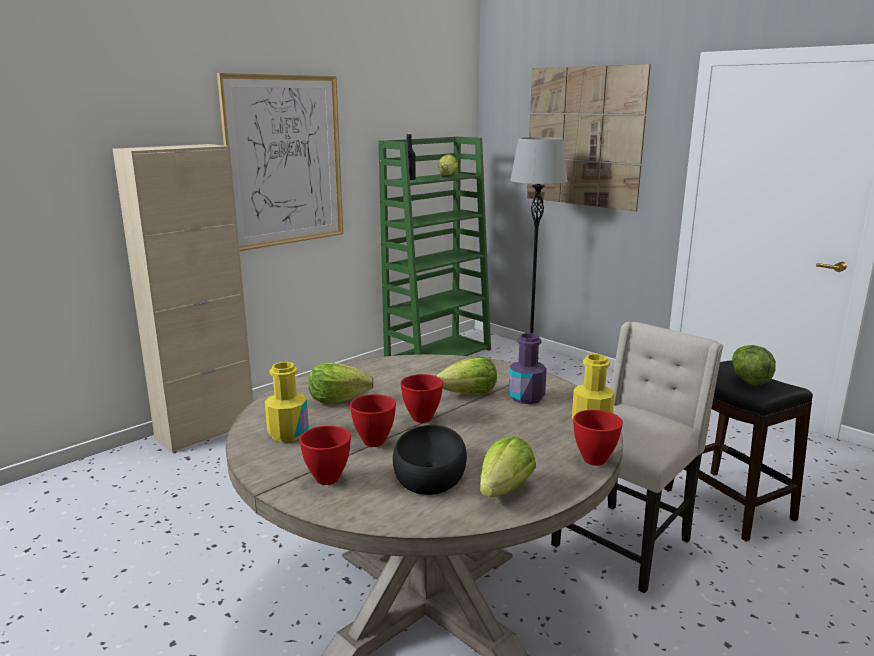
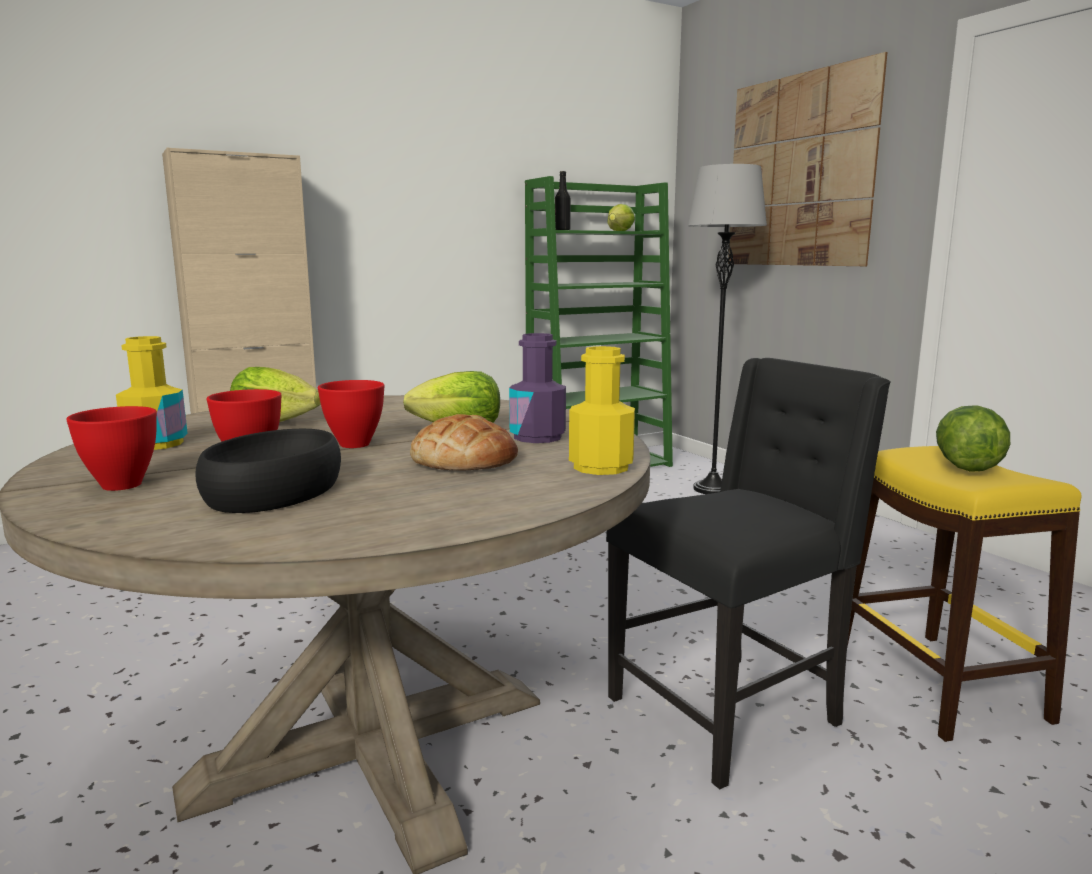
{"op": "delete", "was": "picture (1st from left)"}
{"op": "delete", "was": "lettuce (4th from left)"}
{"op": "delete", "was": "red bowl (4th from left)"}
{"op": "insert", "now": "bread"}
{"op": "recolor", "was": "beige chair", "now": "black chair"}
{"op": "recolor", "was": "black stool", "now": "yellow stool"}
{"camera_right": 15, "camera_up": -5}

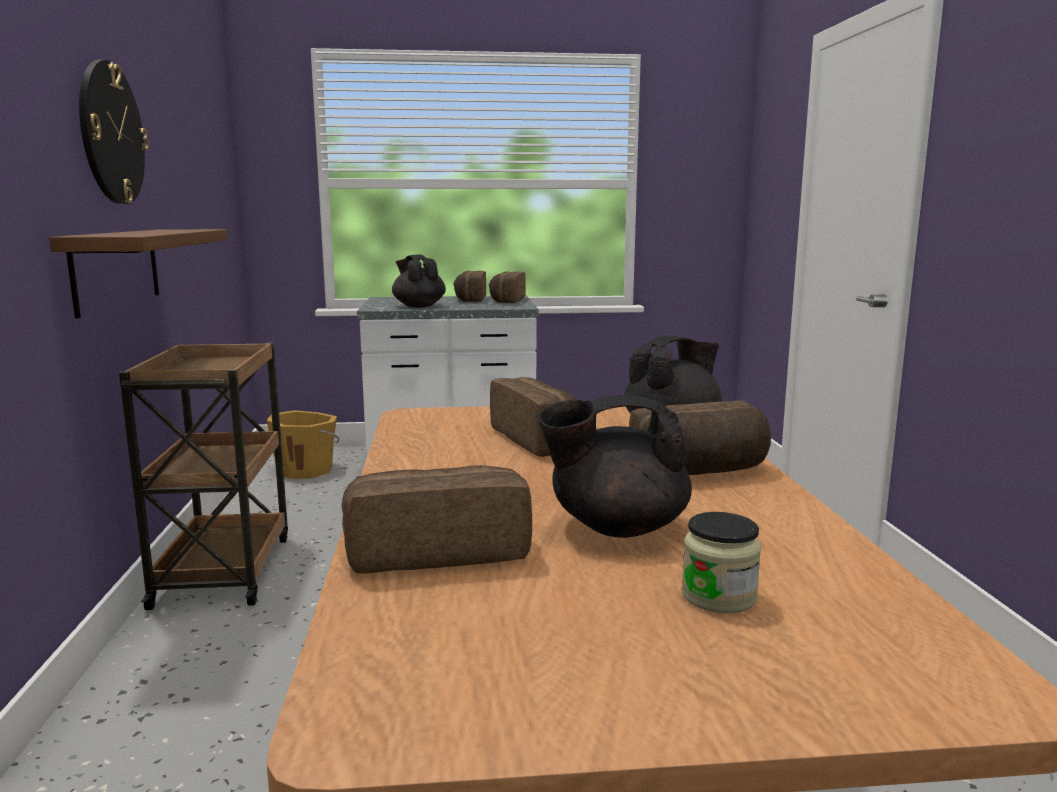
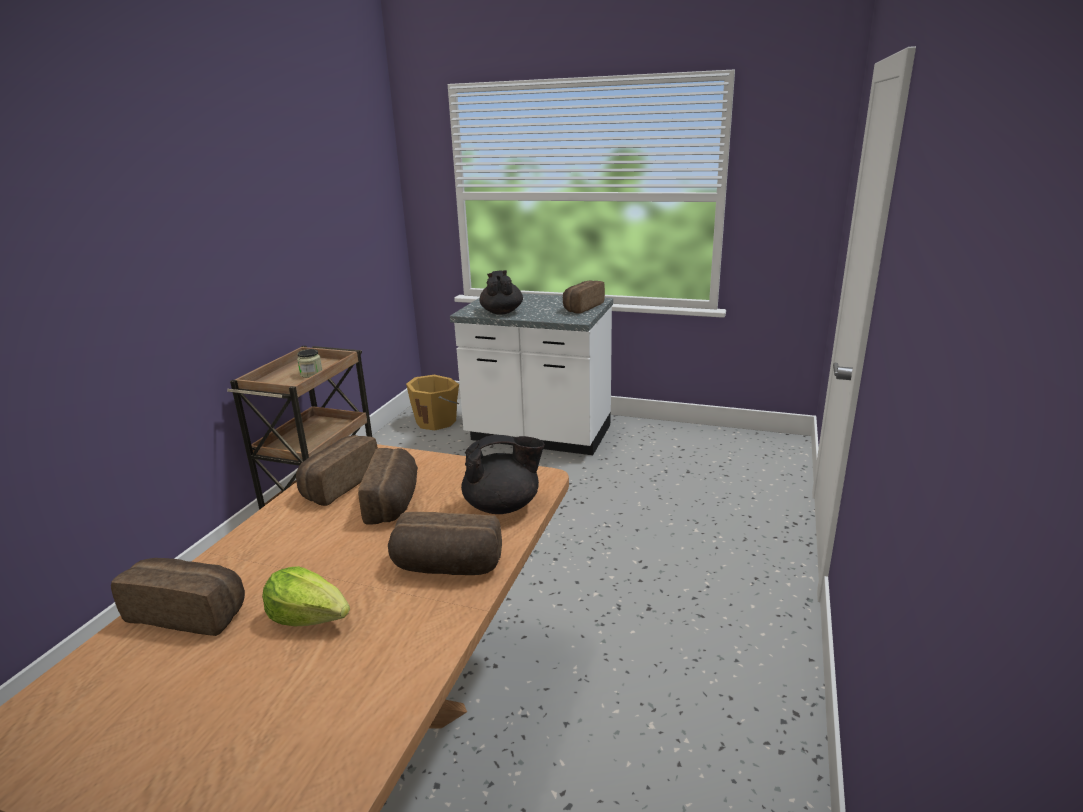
{"op": "delete", "was": "brown shelf"}
{"op": "delete", "was": "wall clock"}
{"op": "move", "was": "bread (2nd from left)"}
{"op": "move", "was": "jar"}
{"op": "replace", "was": "black teapot (2nd from left)", "now": "lettuce"}
{"camera_right": 25, "camera_up": 10}

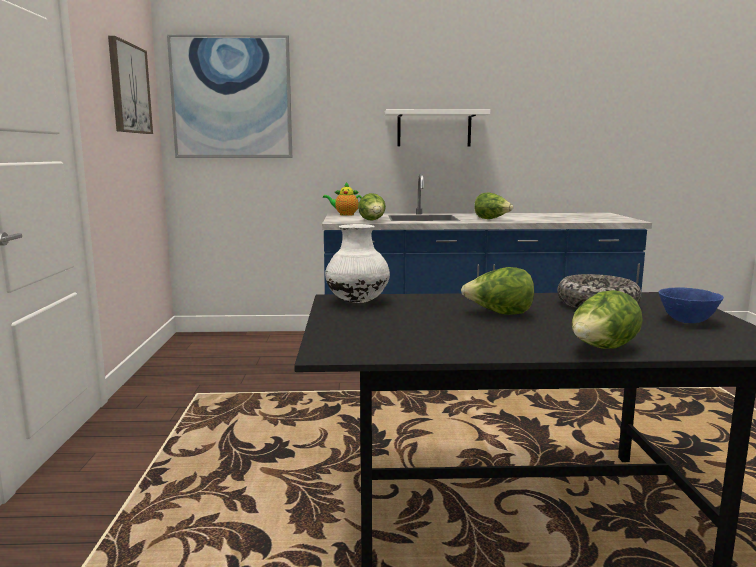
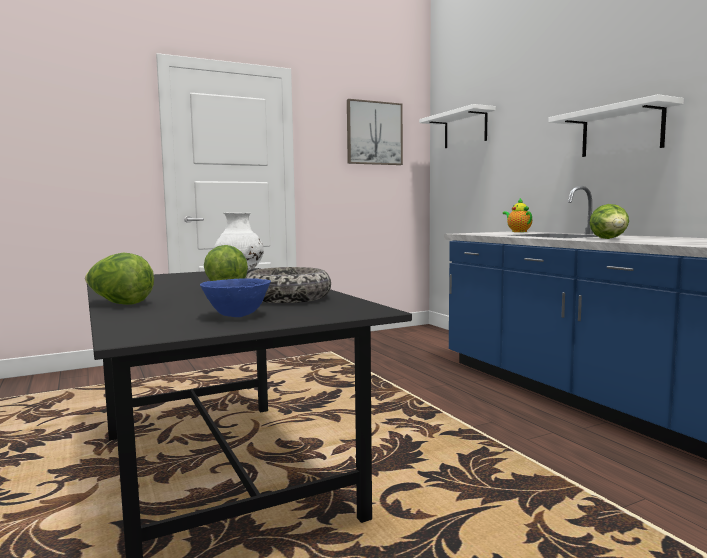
{"op": "delete", "was": "lettuce (1st from left)"}
{"op": "replace", "was": "picture (2nd from left)", "now": "white shelf (1st from left)"}
{"camera_right": 65, "camera_up": -5}

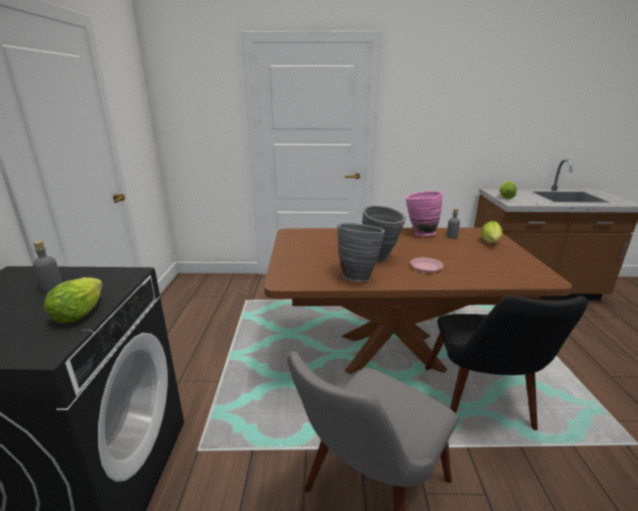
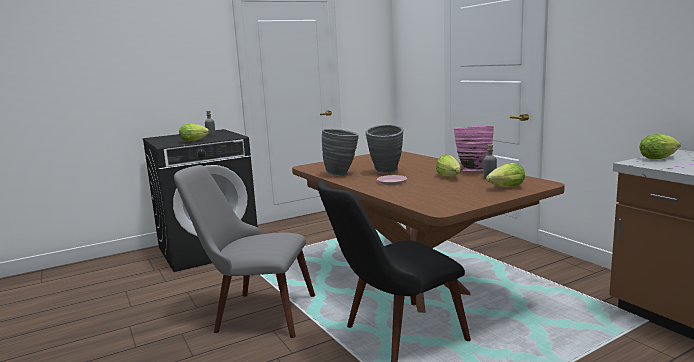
{"op": "insert", "now": "lettuce (2nd from left)"}
{"camera_right": 60, "camera_up": -10}

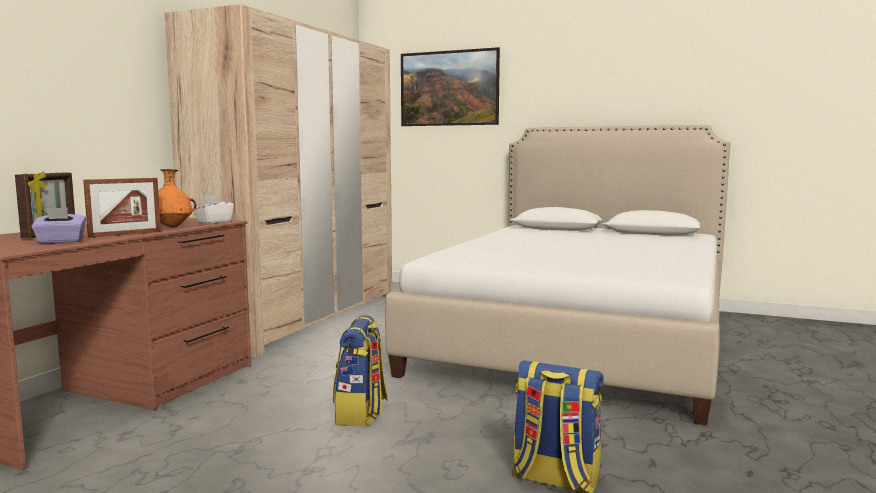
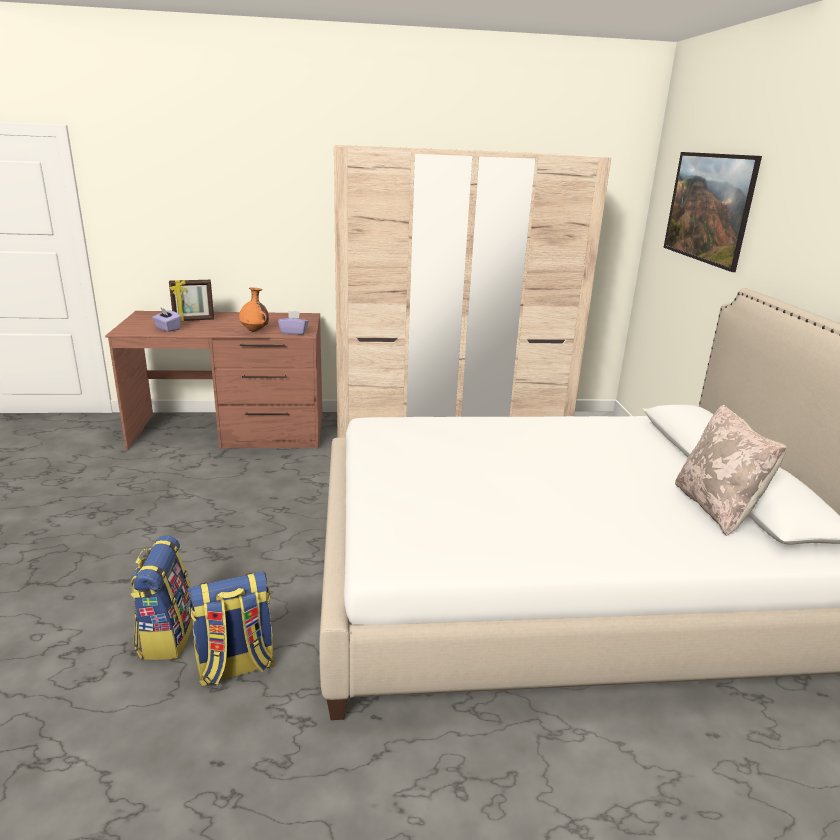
{"op": "delete", "was": "picture frame (2nd from left)"}
{"op": "insert", "now": "beige pillow"}
{"op": "move", "was": "backpack (1st from left in the first image)", "now": "backpack (2nd from left)"}
{"op": "recolor", "was": "white tissue box", "now": "purple tissue box (2nd from left)"}
{"camera_right": 60, "camera_up": 15}

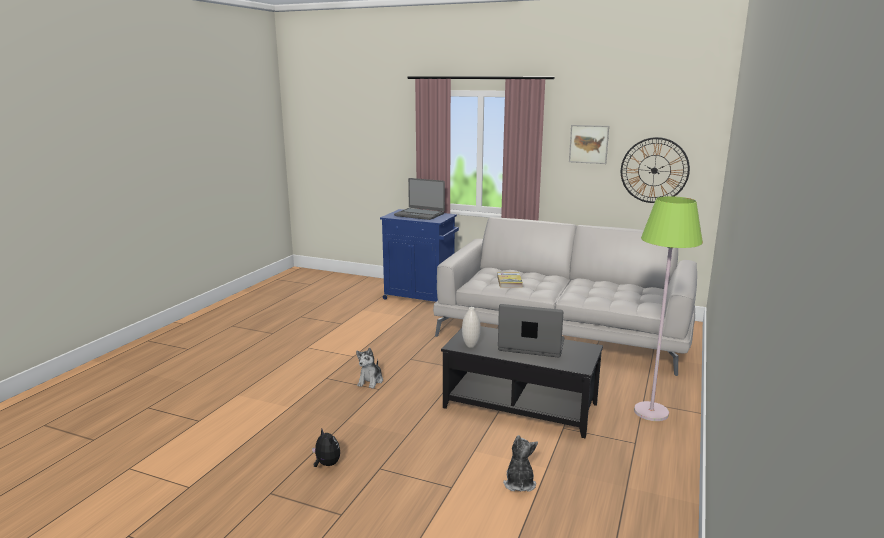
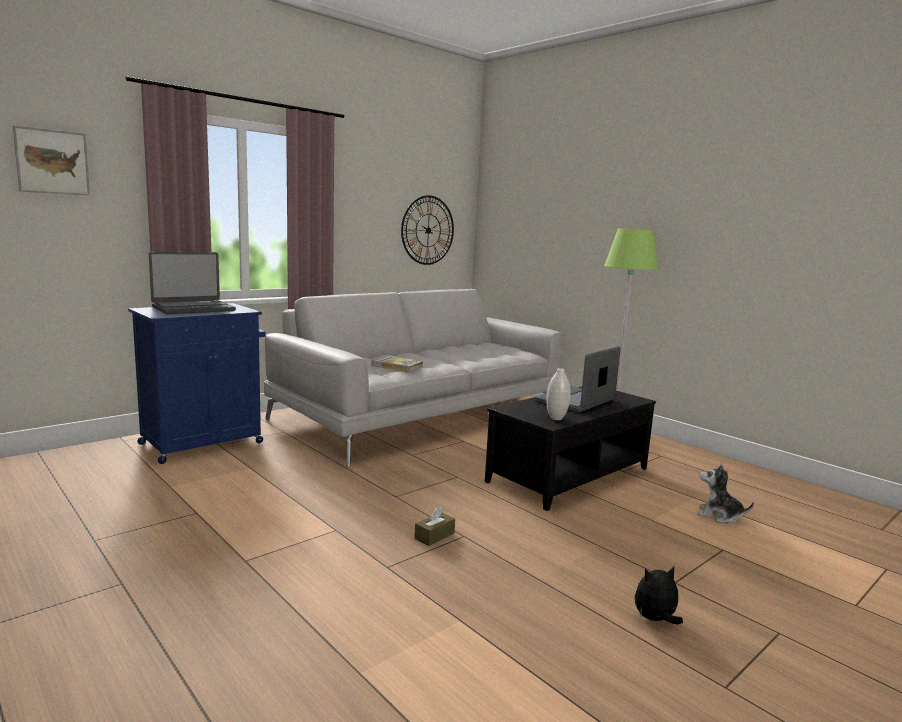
{"op": "move", "was": "picture"}
{"op": "replace", "was": "plush toy (2nd from left)", "now": "brown tissue box"}
{"camera_right": -65, "camera_up": -5}

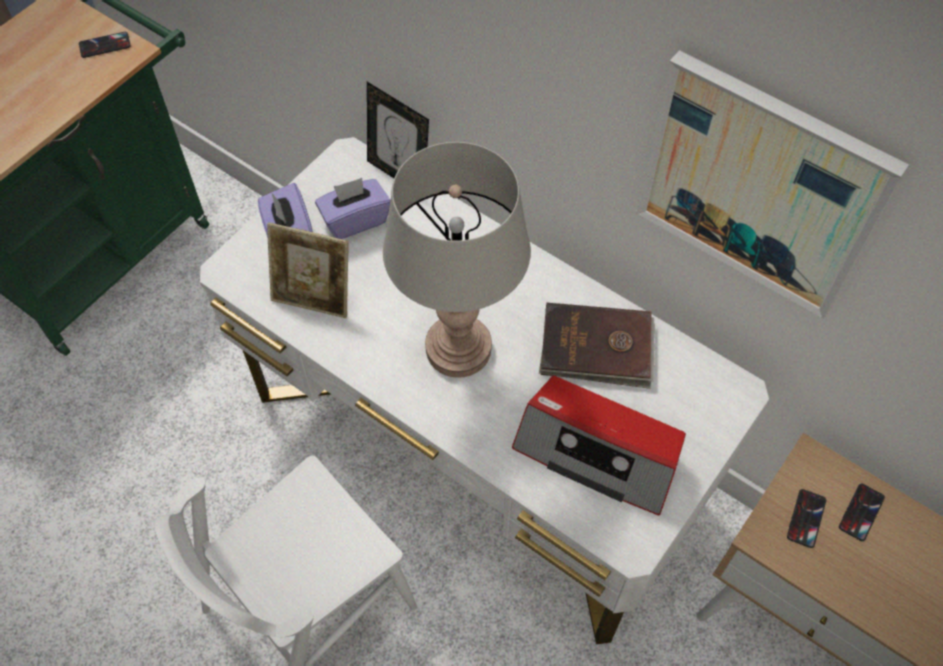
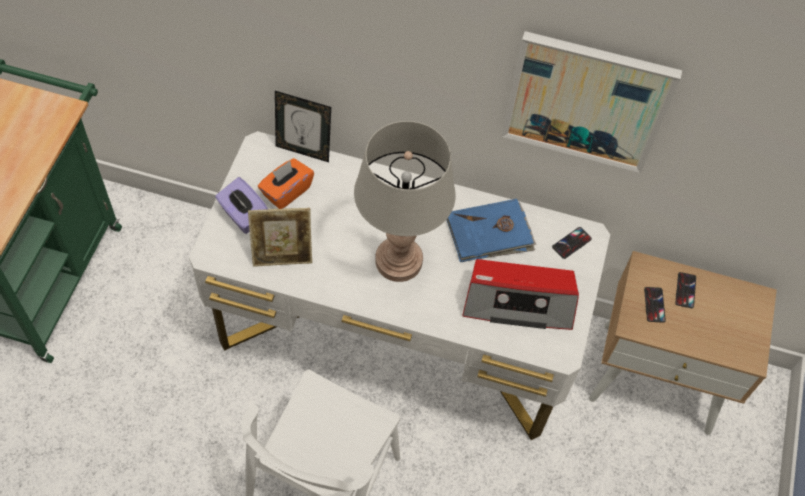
{"op": "move", "was": "phone (1st from left)"}
{"op": "recolor", "was": "purple tissue box (2nd from left)", "now": "orange tissue box"}
{"op": "recolor", "was": "brown book", "now": "blue book"}
{"camera_right": -25, "camera_up": 0}

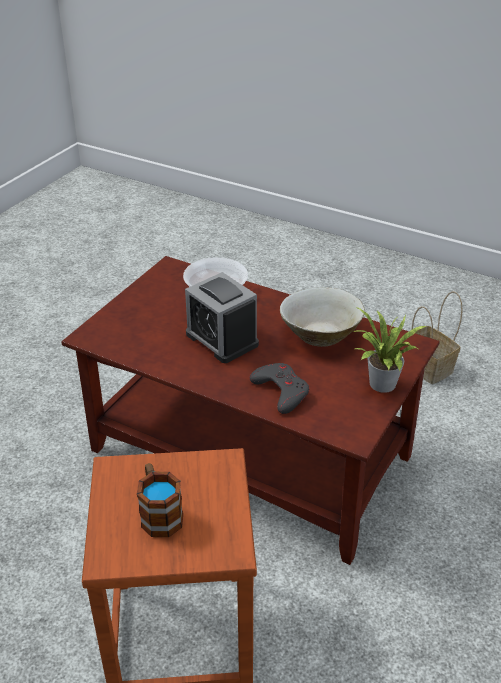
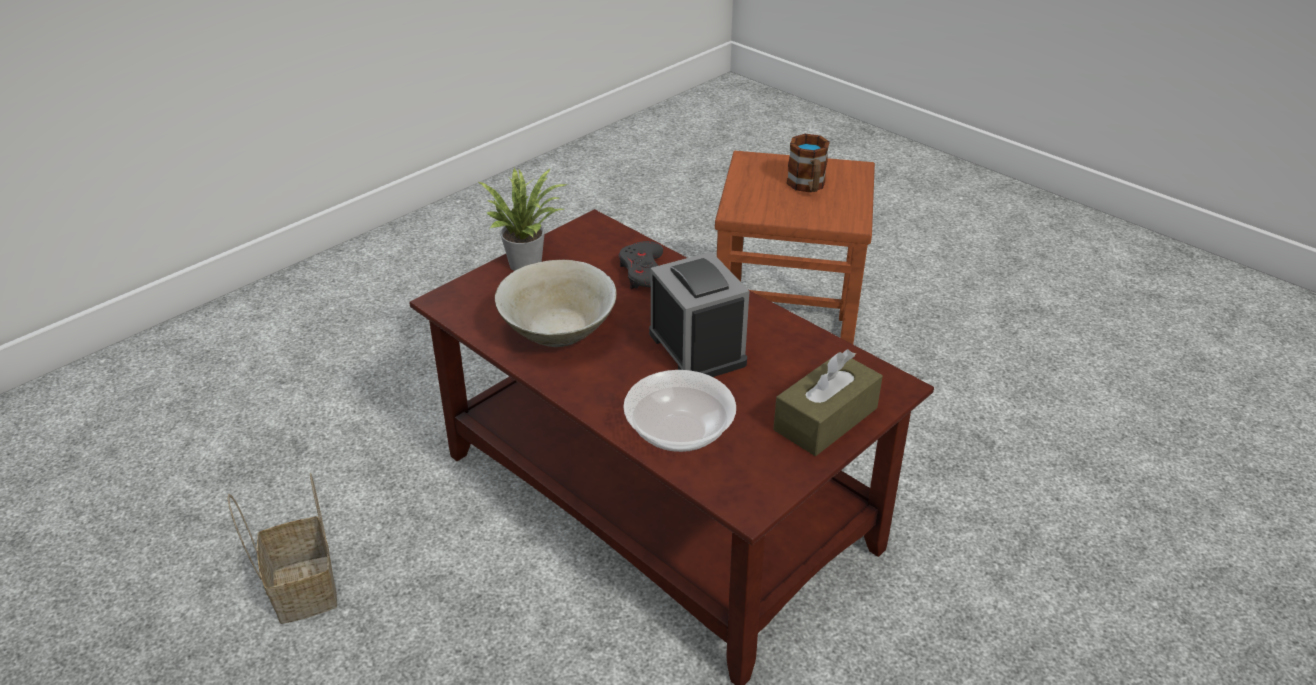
{"op": "insert", "now": "brown tissue box"}
{"camera_right": -165, "camera_up": 0}

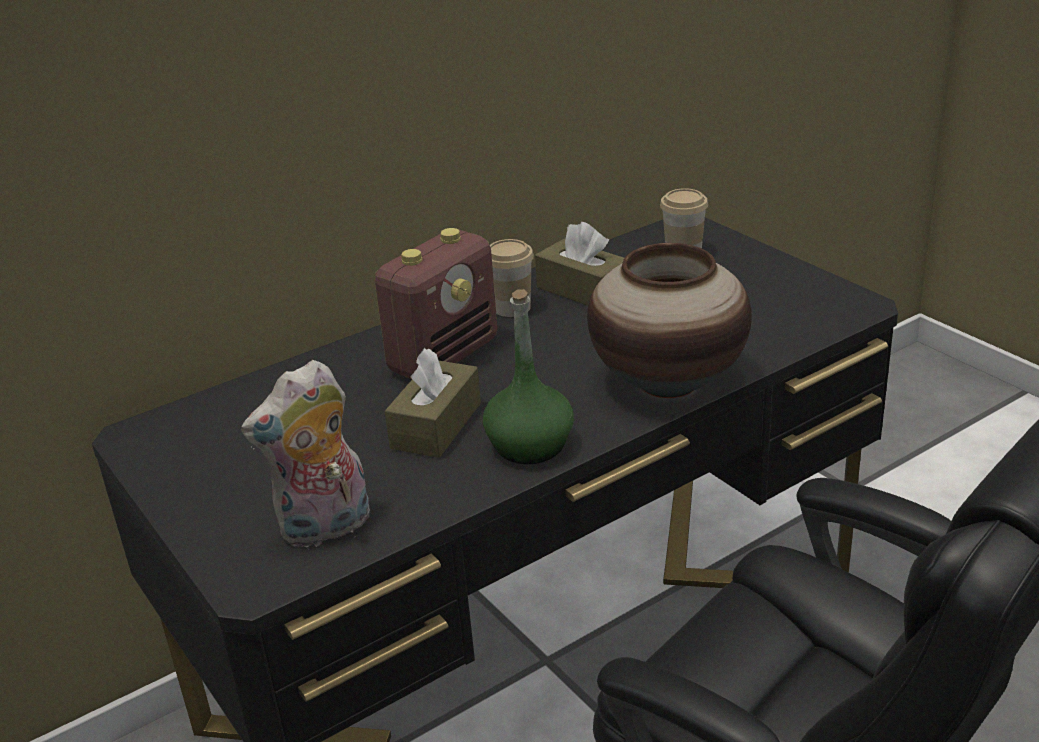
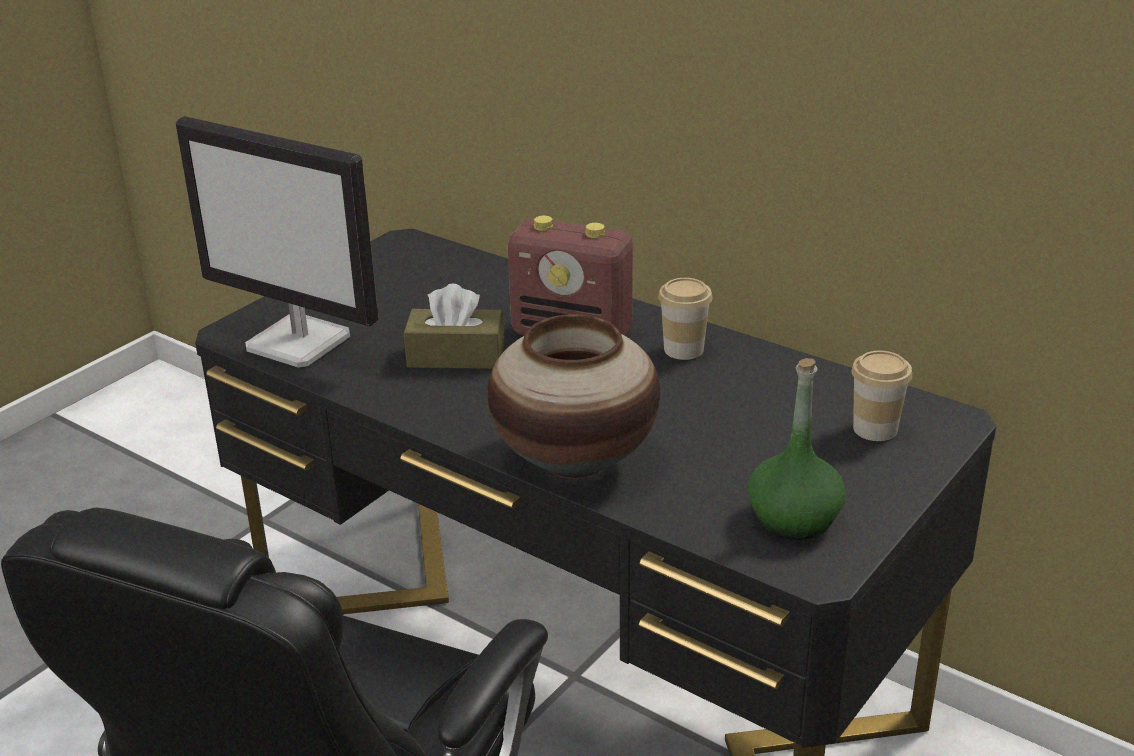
{"op": "delete", "was": "brown tissue box (2nd from left)"}
{"op": "move", "was": "green bottle"}
{"op": "replace", "was": "plush toy", "now": "monitor"}
{"camera_right": 70, "camera_up": 0}

